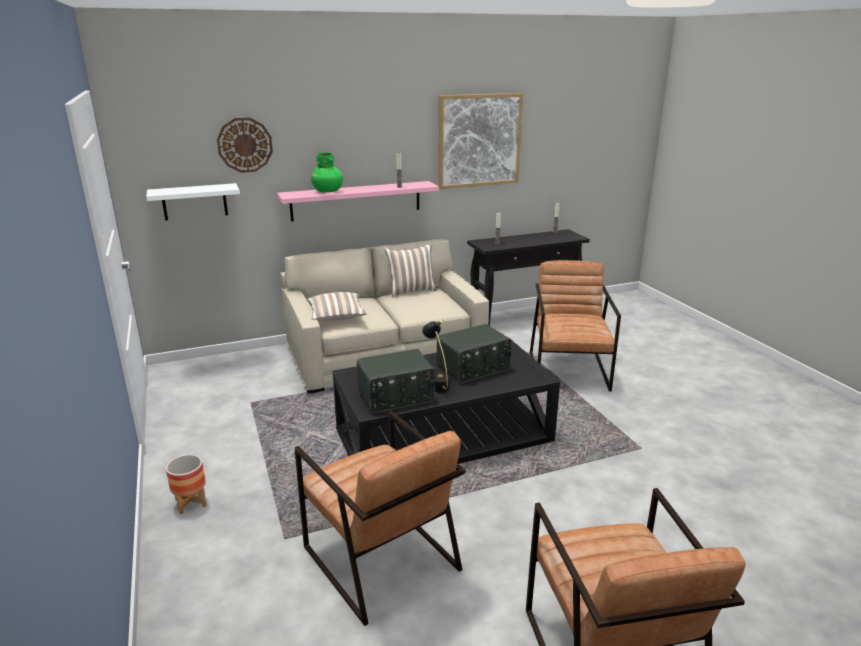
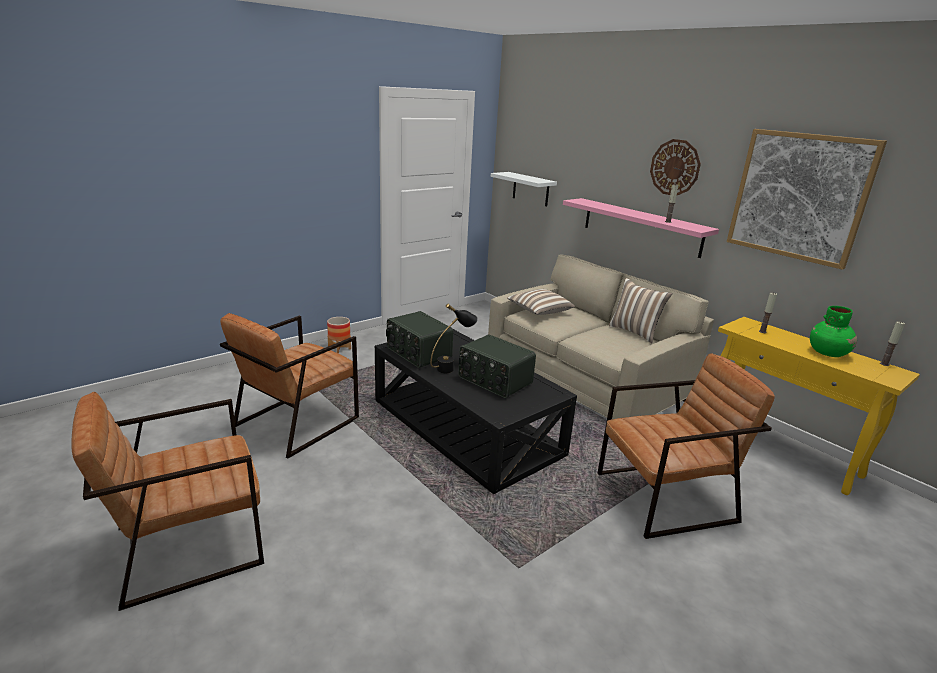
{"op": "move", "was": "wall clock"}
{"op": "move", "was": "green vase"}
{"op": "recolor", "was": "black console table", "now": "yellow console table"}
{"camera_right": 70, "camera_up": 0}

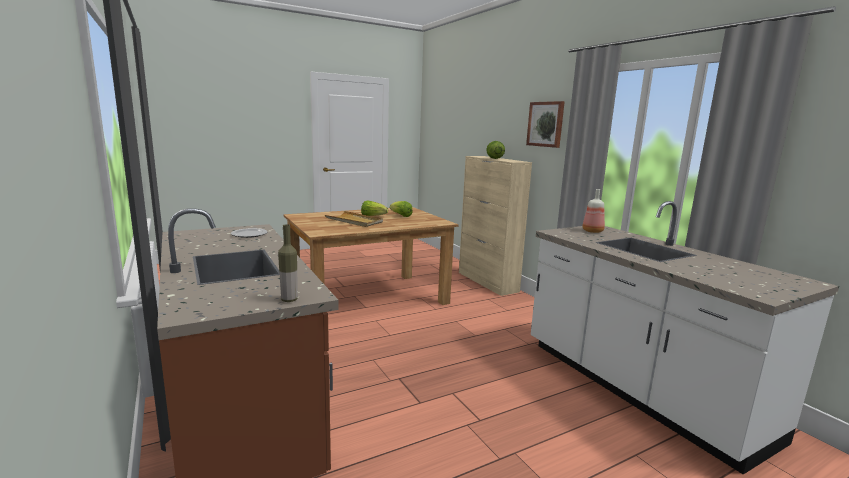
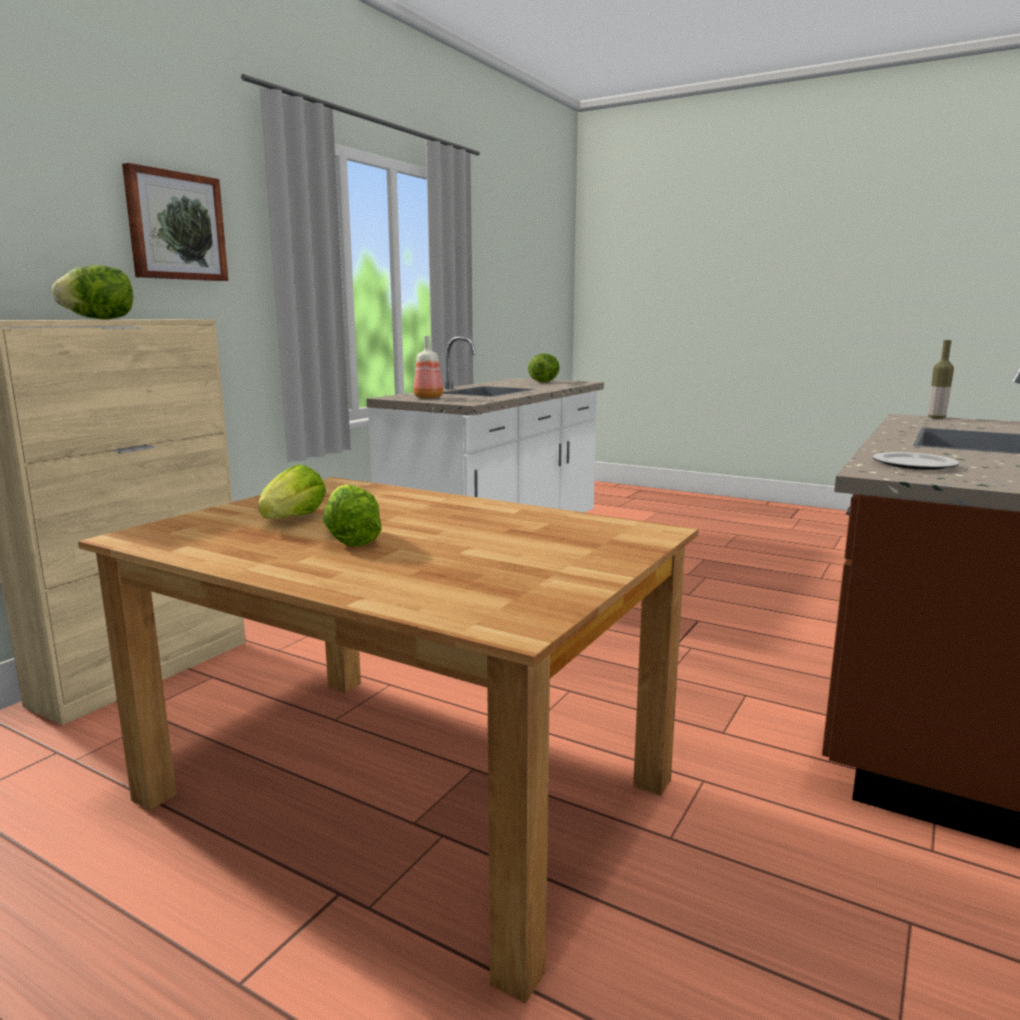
{"op": "delete", "was": "beige tray"}
{"op": "insert", "now": "lettuce (4th from left)"}
{"camera_right": -120, "camera_up": 0}

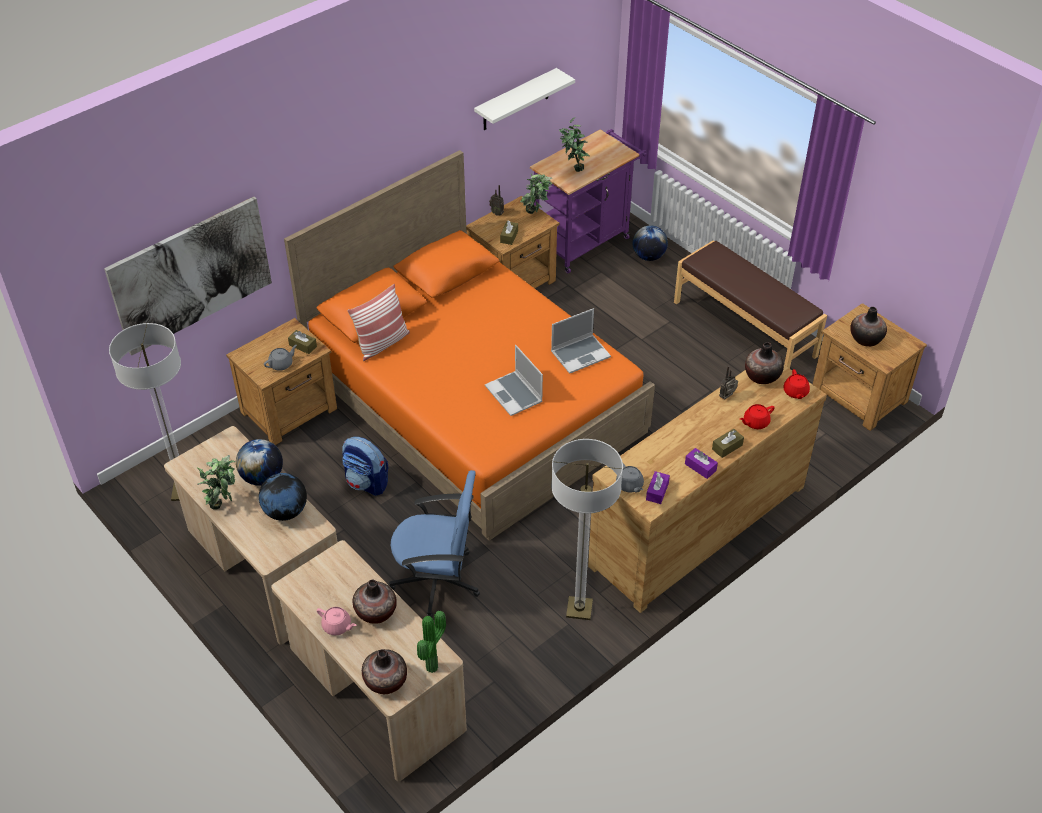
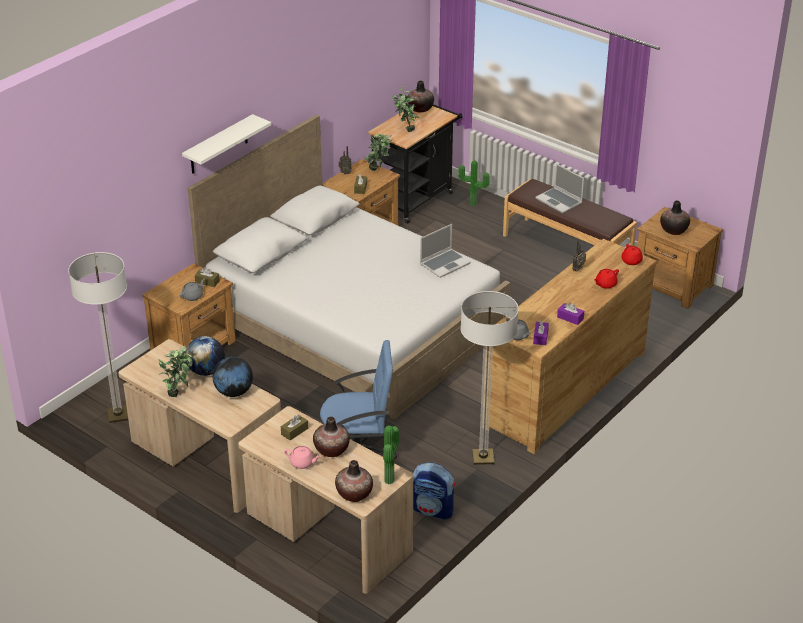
{"op": "delete", "was": "picture"}
{"op": "delete", "was": "pillow"}
{"op": "move", "was": "backpack"}
{"op": "move", "was": "white shelf"}
{"op": "move", "was": "laptop (1st from left in the first image)", "now": "laptop (2nd from left)"}
{"op": "move", "was": "brown tissue box (3rd from left in the first image)", "now": "brown tissue box (2nd from left)"}
{"op": "move", "was": "vase (3rd from left)"}
{"op": "replace", "was": "globe (3rd from left)", "now": "potted plant (5th from left)"}
{"op": "recolor", "was": "orange bed", "now": "white bed"}
{"op": "recolor", "was": "purple cart", "now": "black cart"}
{"camera_right": -10, "camera_up": -10}

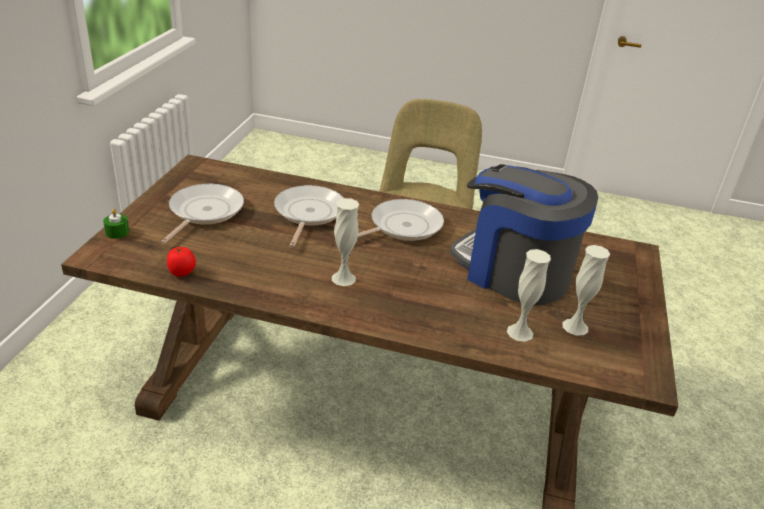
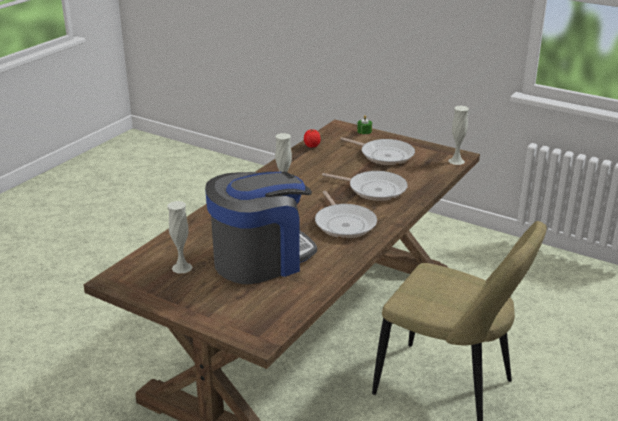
{"op": "move", "was": "white vase (2nd from left in the first image)", "now": "white vase (3rd from left)"}
{"camera_right": 110, "camera_up": -5}

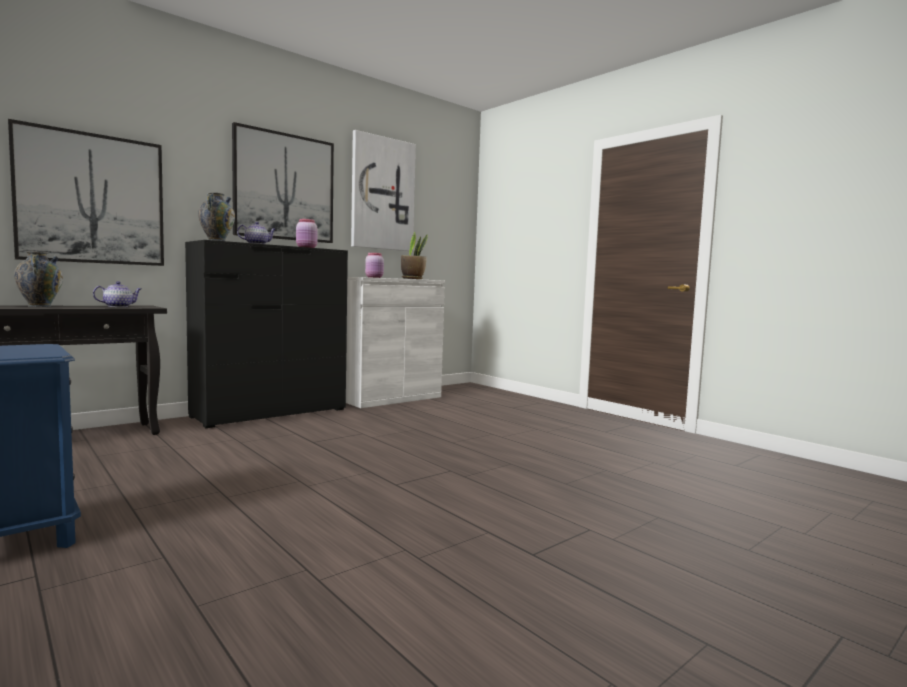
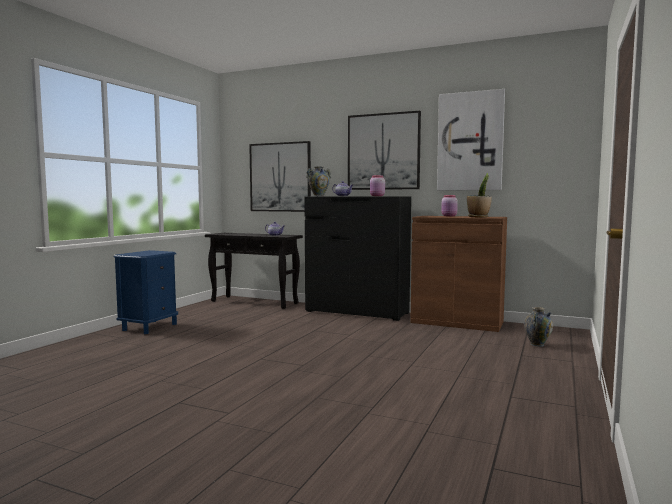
{"op": "move", "was": "vase (1st from left in the first image)", "now": "vase (2nd from left)"}
{"op": "recolor", "was": "white cabinet", "now": "brown cabinet"}
{"camera_right": 65, "camera_up": 0}

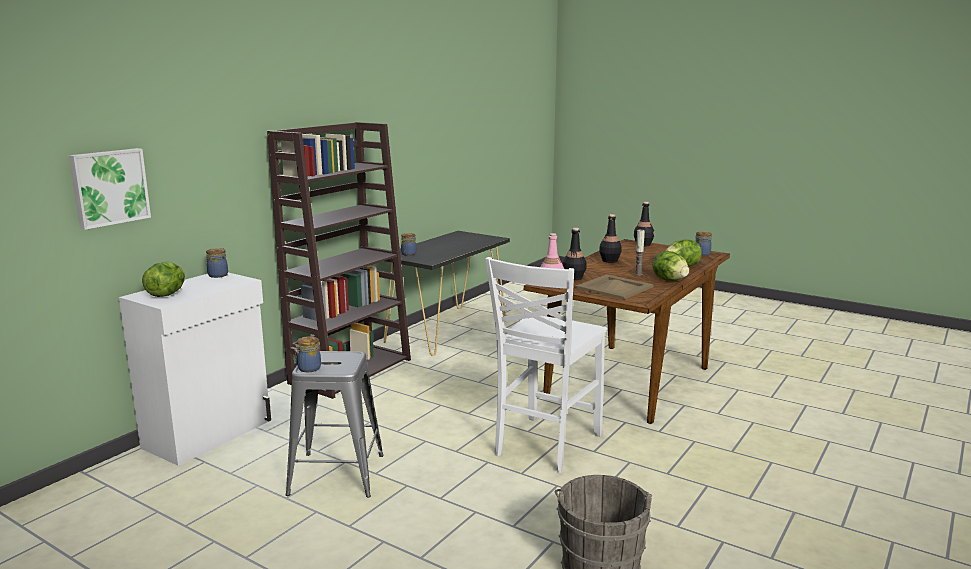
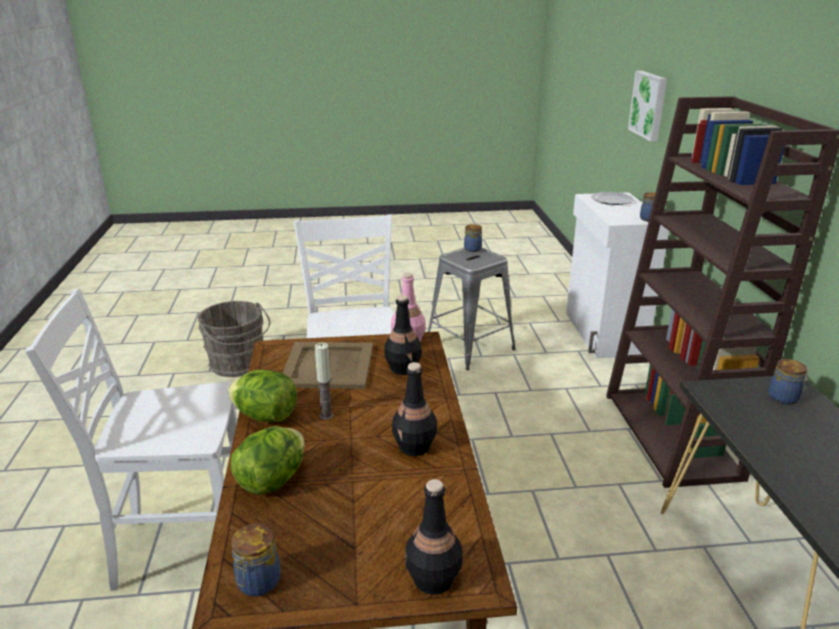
{"op": "insert", "now": "white chair (1st from left)"}
{"op": "replace", "was": "lettuce (1st from left)", "now": "plate"}
{"camera_right": 140, "camera_up": 10}

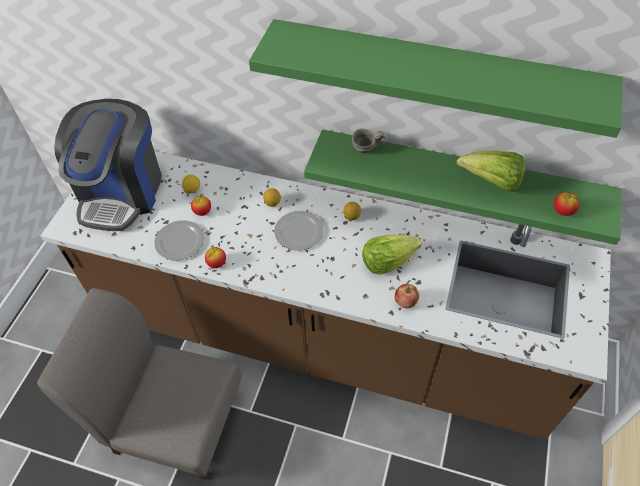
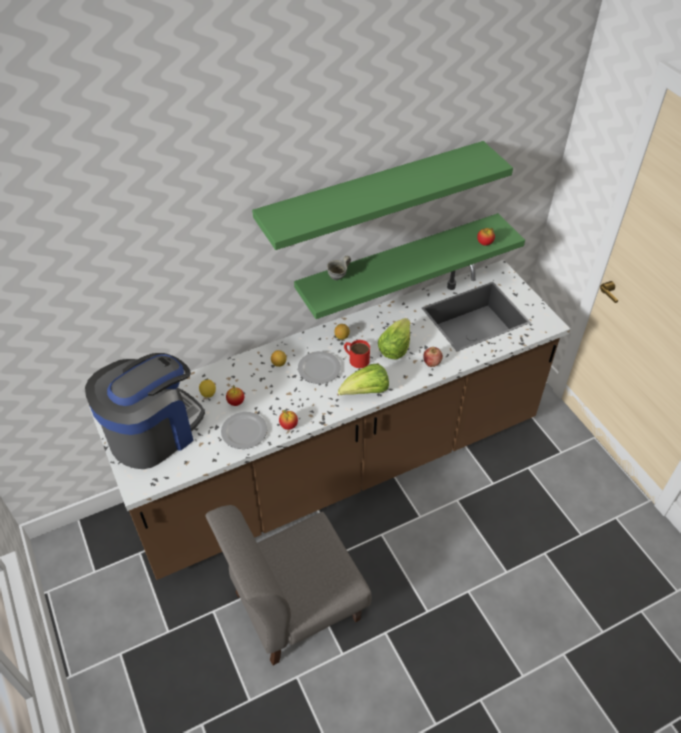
{"op": "insert", "now": "red mug"}
{"op": "move", "was": "lettuce (2nd from left in the first image)", "now": "lettuce (1st from left)"}
{"op": "rotate", "was": "coffee machine", "clockwise": -105}
{"camera_right": -45, "camera_up": -5}

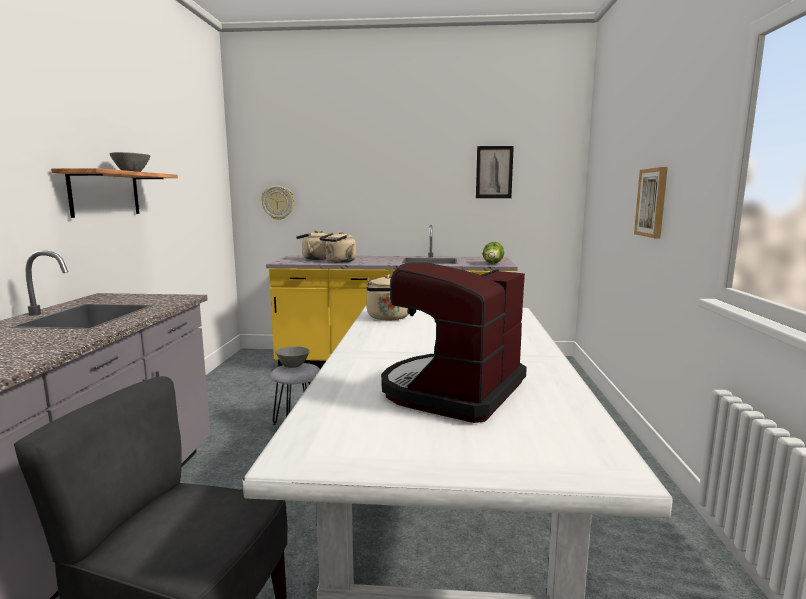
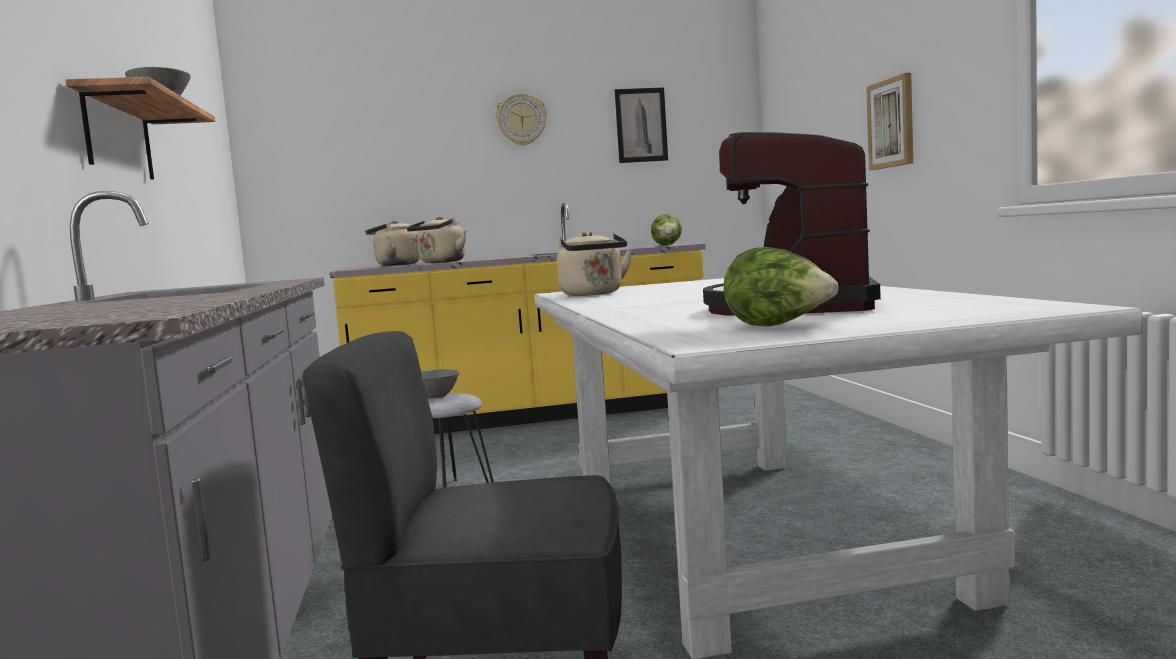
{"op": "insert", "now": "lettuce (2nd from left)"}
{"op": "move", "was": "wall clock"}
{"camera_right": -15, "camera_up": -5}

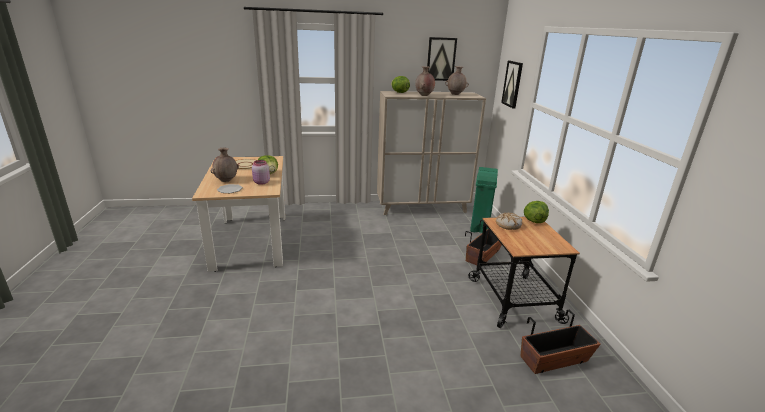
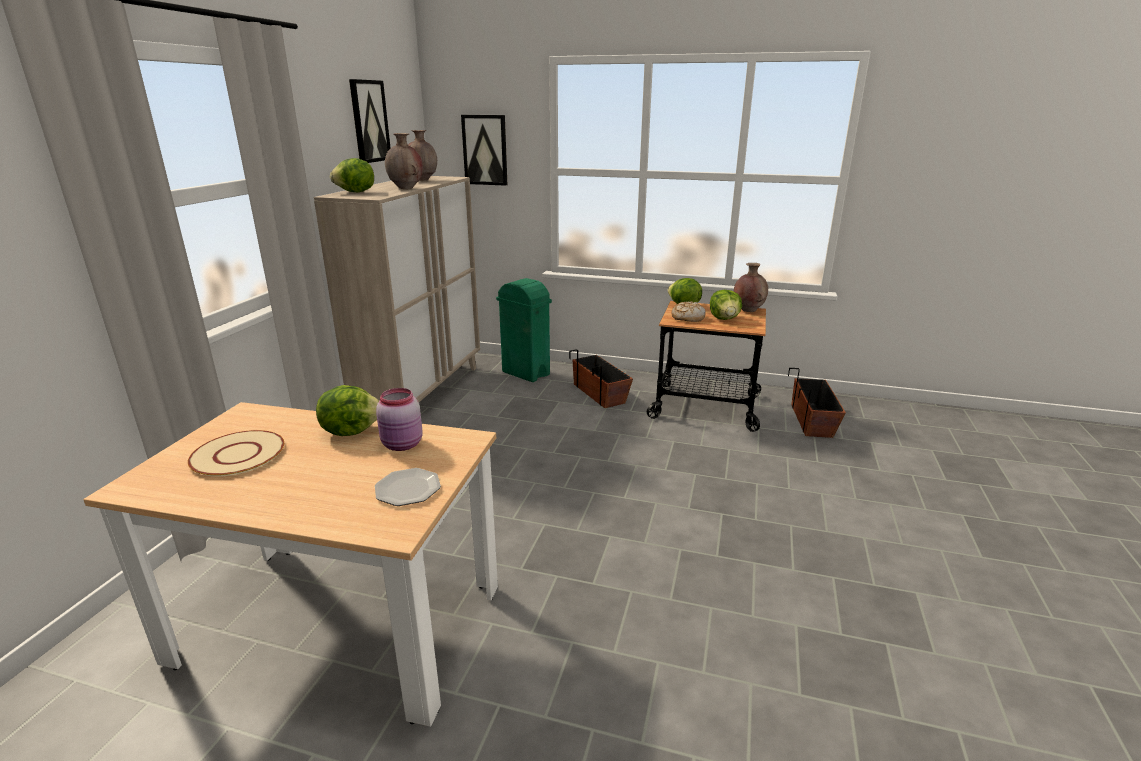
{"op": "insert", "now": "lettuce (4th from left)"}
{"op": "move", "was": "brown vase (1st from left in the first image)", "now": "brown vase (3rd from left)"}
{"camera_right": -65, "camera_up": 0}

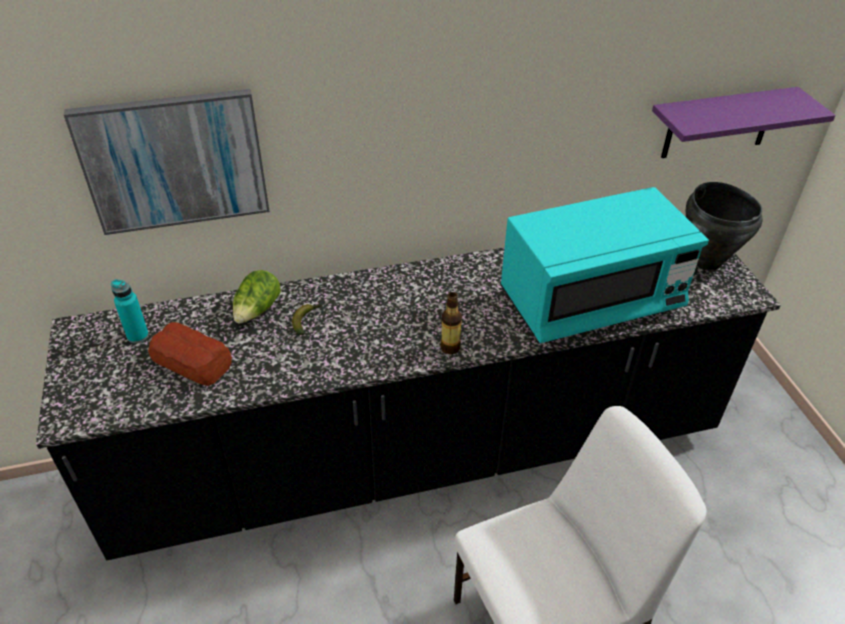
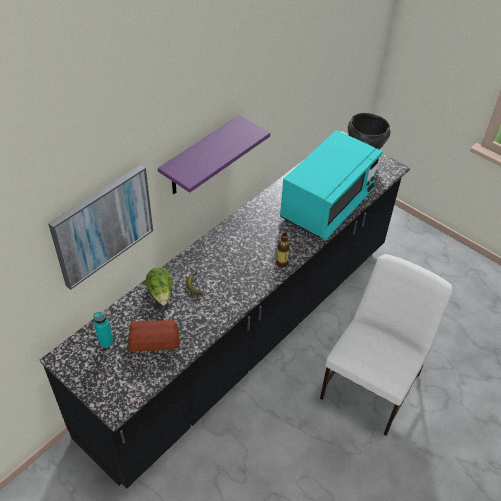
{"op": "move", "was": "purple shelf"}
{"camera_right": -35, "camera_up": 5}

